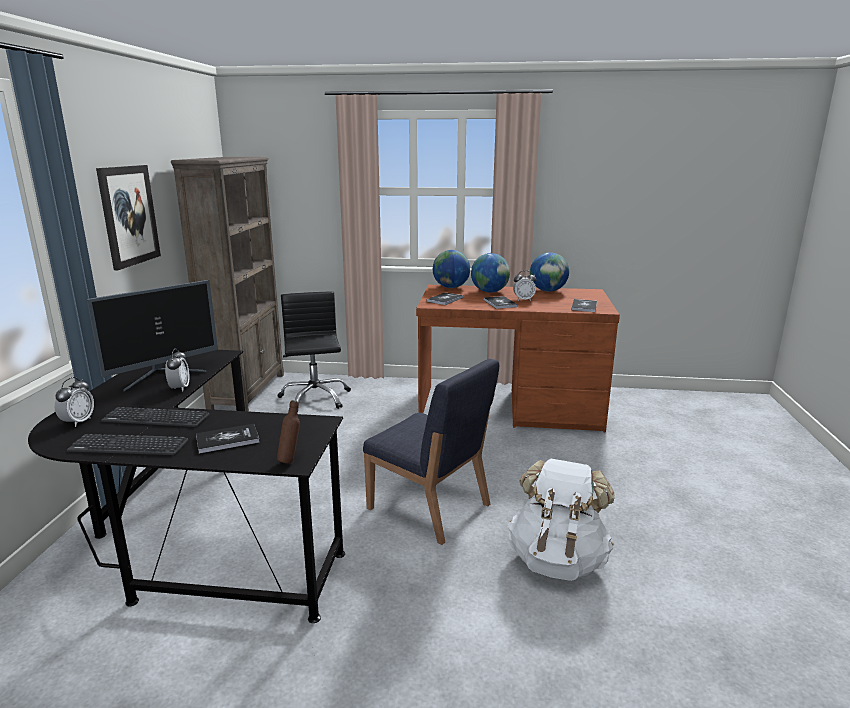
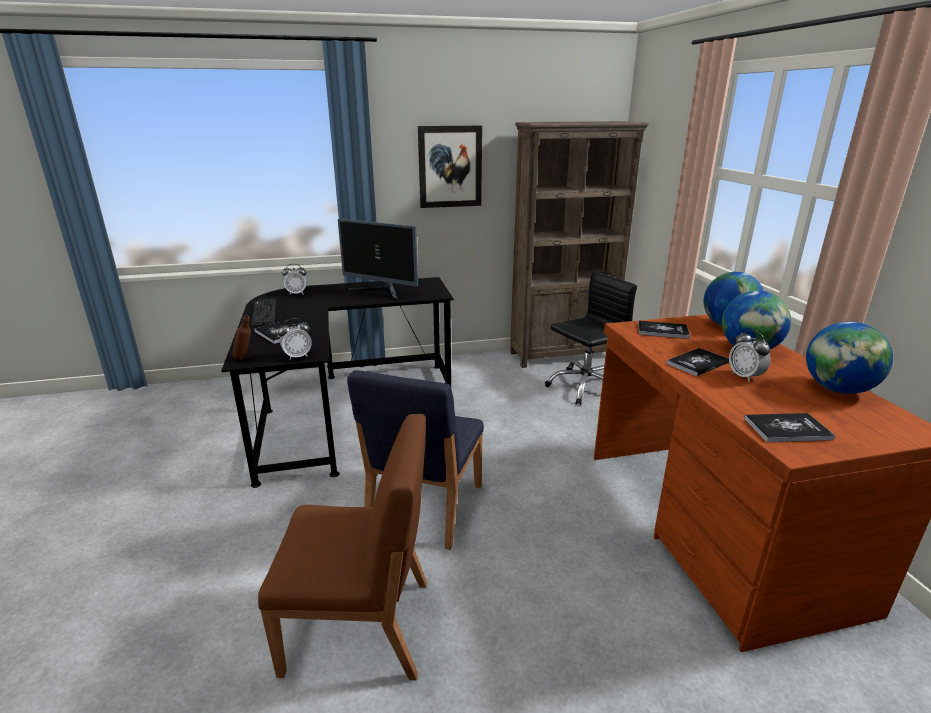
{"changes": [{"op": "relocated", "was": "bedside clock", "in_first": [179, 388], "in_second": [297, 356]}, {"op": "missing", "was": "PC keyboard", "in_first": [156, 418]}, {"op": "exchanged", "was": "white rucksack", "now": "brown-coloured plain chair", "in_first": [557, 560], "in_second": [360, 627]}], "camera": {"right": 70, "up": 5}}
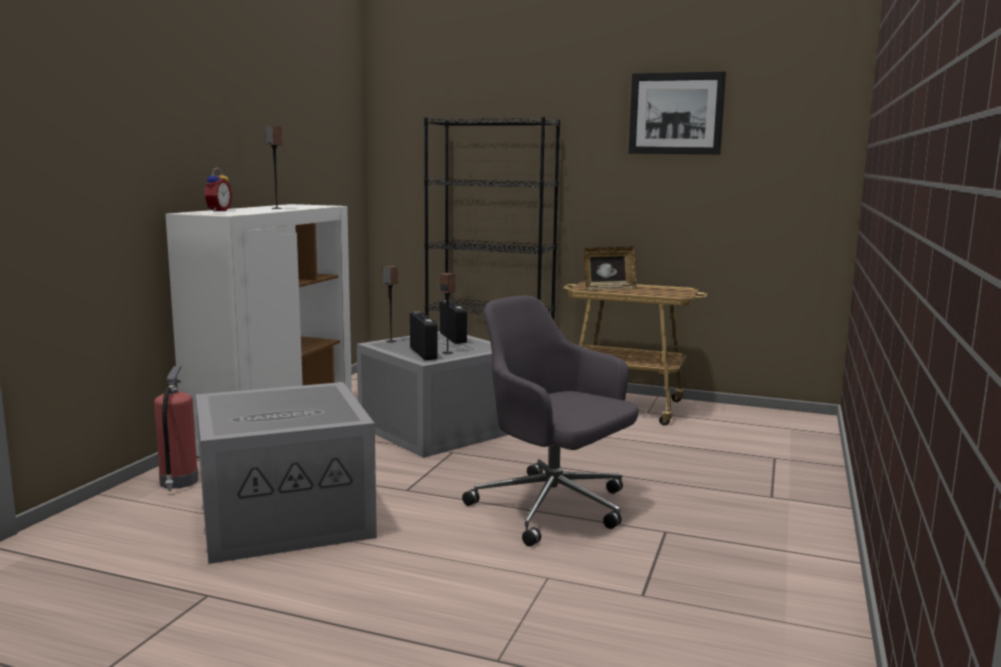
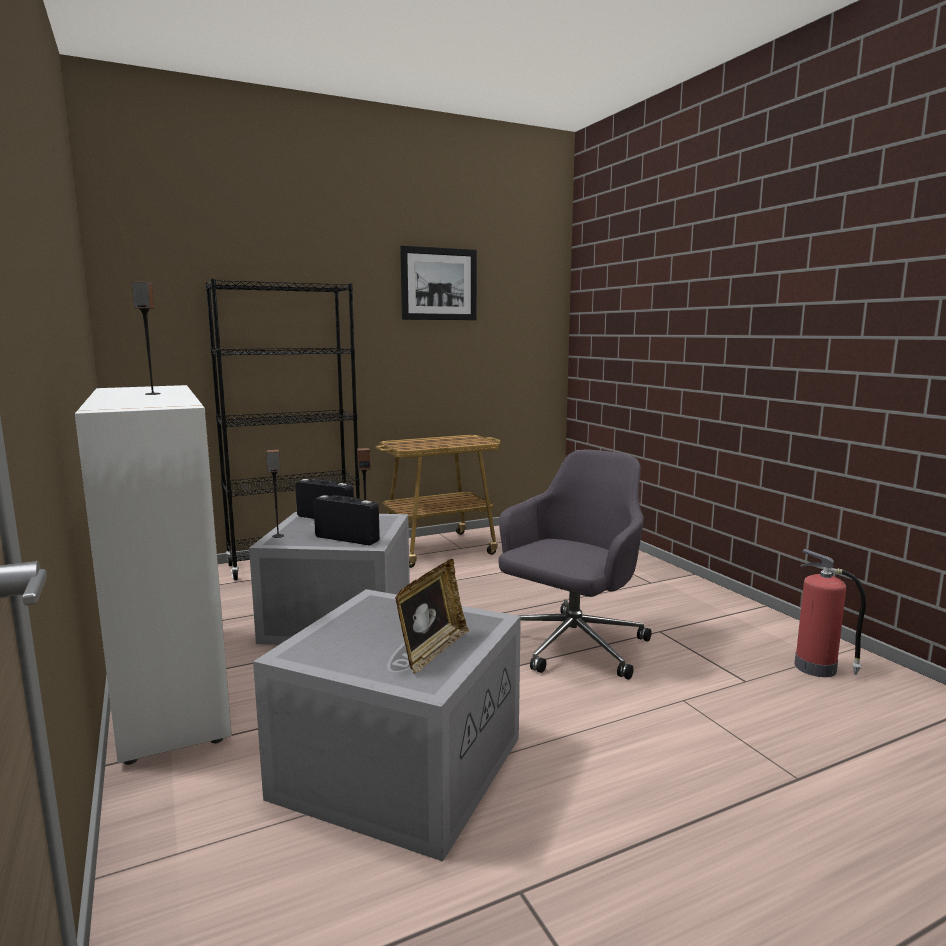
{"changes": [{"op": "missing", "was": "bedside clock", "in_first": [217, 210]}, {"op": "relocated", "was": "picture frame", "in_first": [608, 289], "in_second": [432, 651]}, {"op": "spun", "was": "gray computer chair", "in_first": [553, 508], "in_second": [570, 646], "clockwise": 135}, {"op": "relocated", "was": "fire-fighting cylinder", "in_first": [178, 482], "in_second": [818, 668]}], "camera": {"right": -45, "up": 0}}
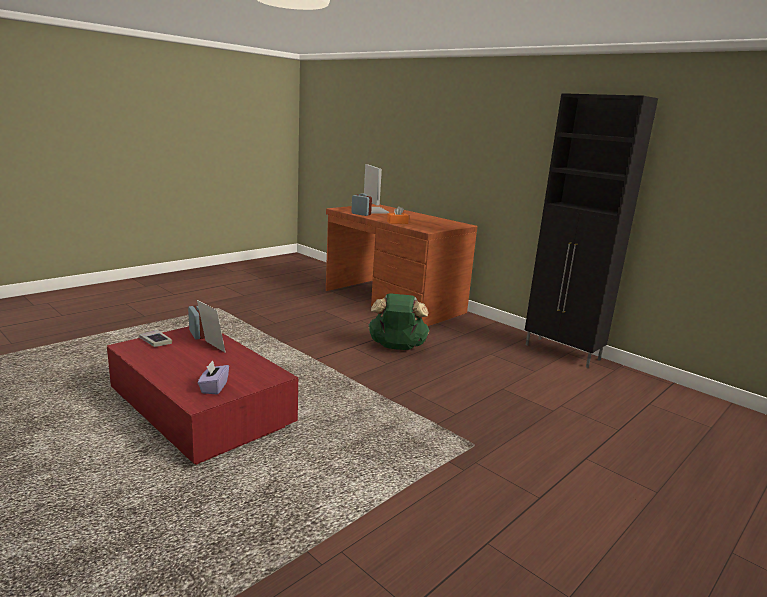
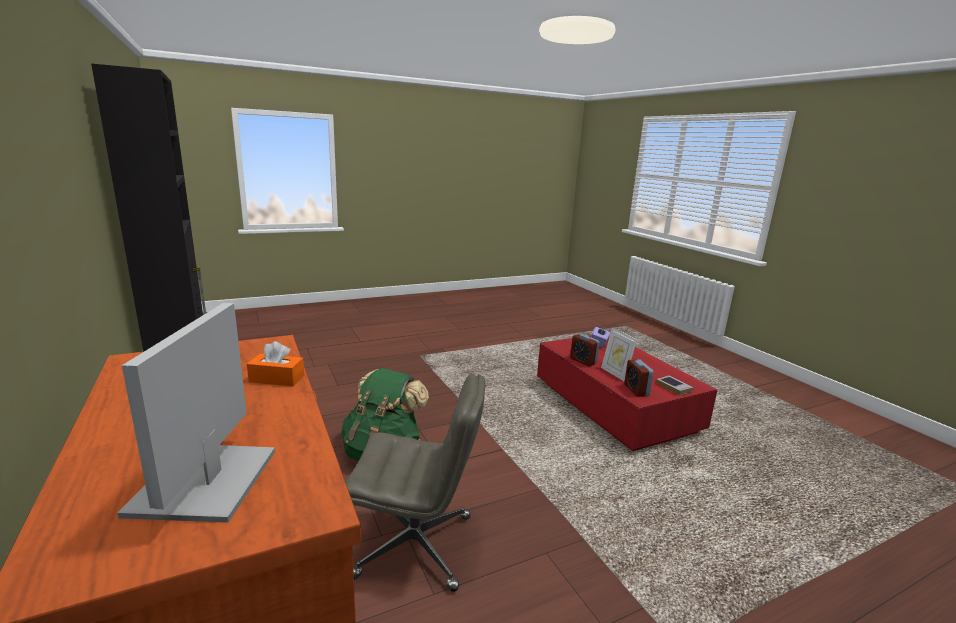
{"changes": [{"op": "relocated", "was": "bedside clock", "in_first": [361, 214], "in_second": [583, 361]}, {"op": "appeared", "now": "gray computer chair", "in_second": [416, 545]}], "camera": {"right": -160, "up": 0}}
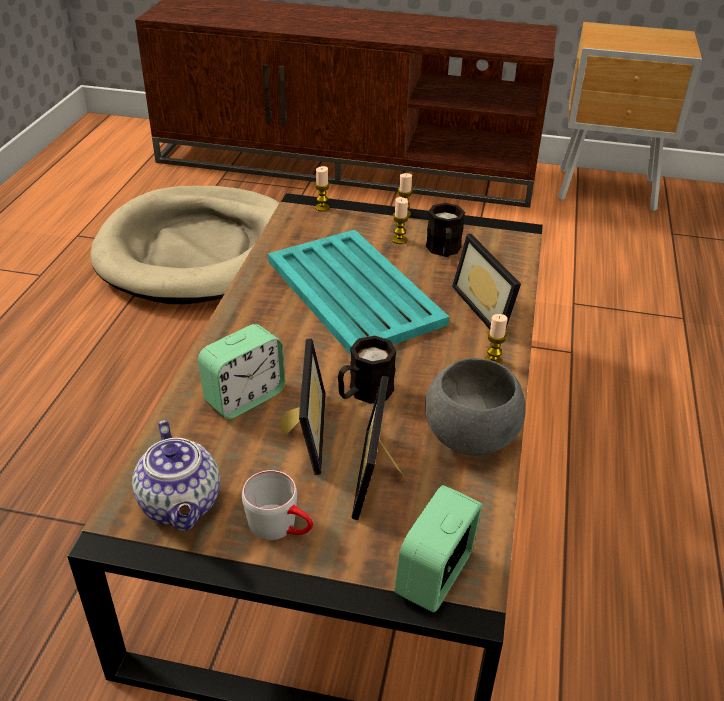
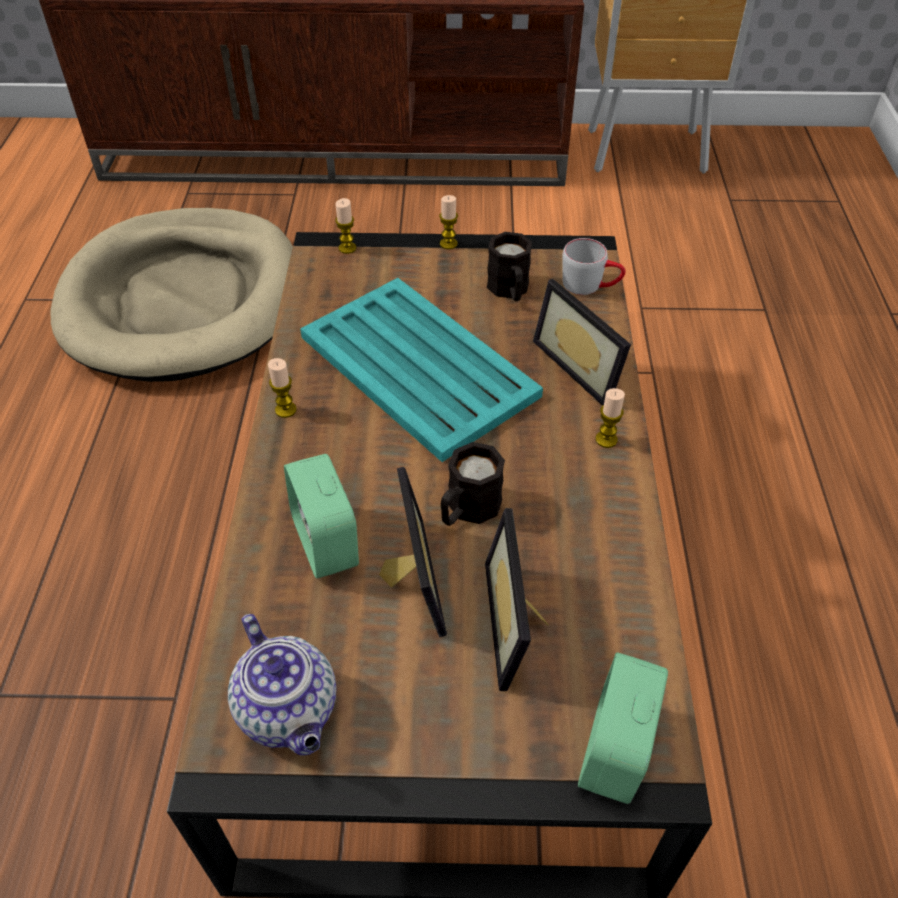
{"changes": [{"op": "relocated", "was": "wax candle", "in_first": [399, 240], "in_second": [285, 410]}, {"op": "spun", "was": "bedside clock", "in_first": [245, 397], "in_second": [326, 542], "clockwise": 120}, {"op": "missing", "was": "gray deep dish", "in_first": [469, 438]}, {"op": "relocated", "was": "gray coffee mug", "in_first": [281, 527], "in_second": [590, 285]}], "camera": {"right": -10, "up": 10}}
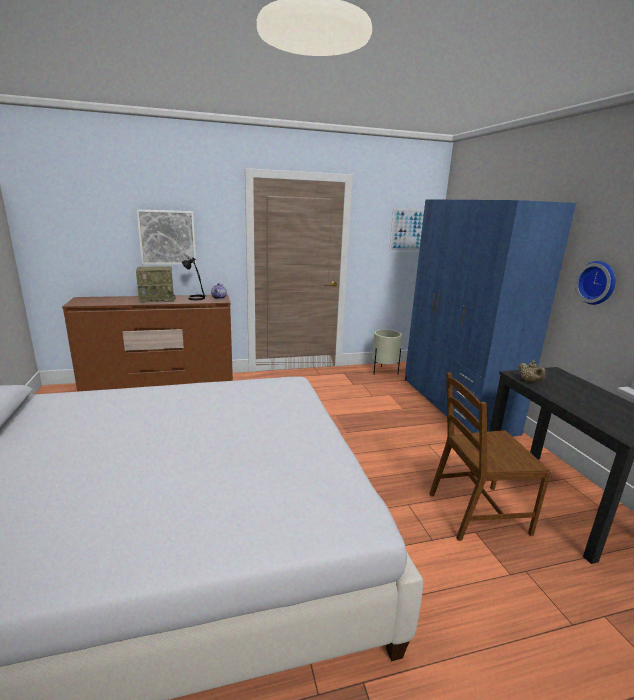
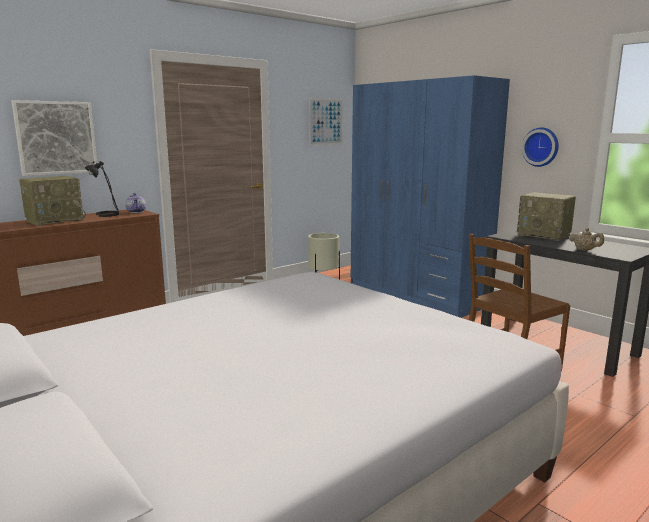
{"changes": [{"op": "relocated", "was": "sand-coloured pot for tea", "in_first": [529, 381], "in_second": [585, 250]}, {"op": "appeared", "now": "radio set", "in_second": [545, 235]}], "camera": {"right": -25, "up": -5}}
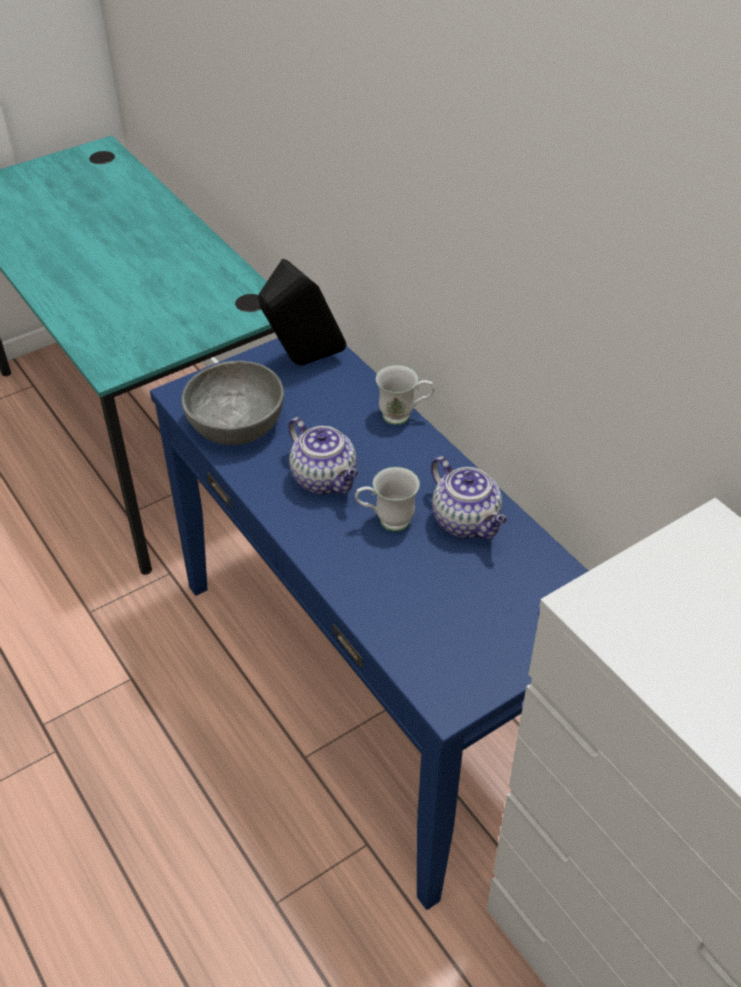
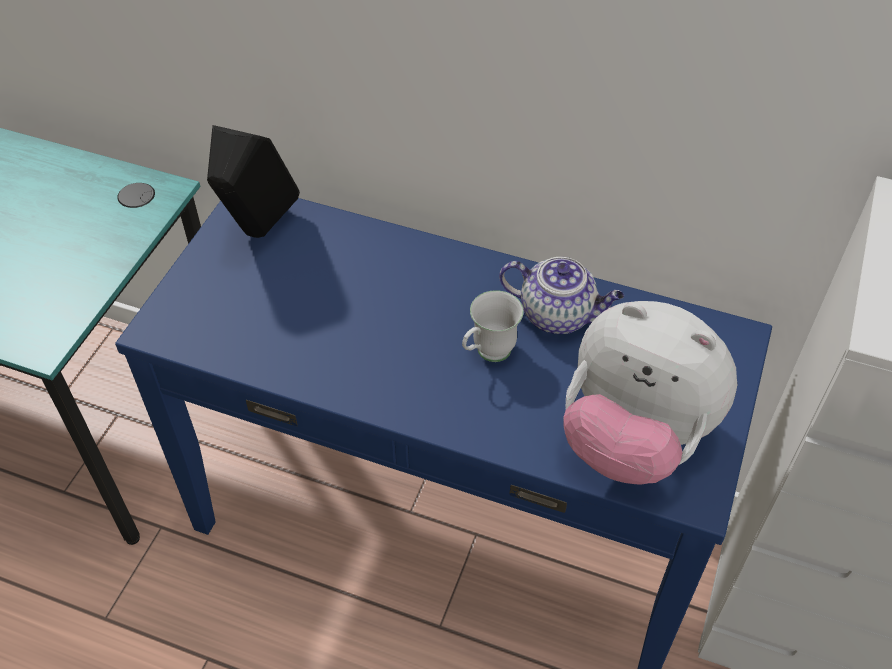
{"changes": [{"op": "missing", "was": "gray deep dish", "in_first": [236, 424]}, {"op": "missing", "was": "white coffee mug", "in_first": [404, 416]}, {"op": "missing", "was": "pot for tea", "in_first": [325, 479]}, {"op": "appeared", "now": "plush toy", "in_second": [633, 438]}], "camera": {"right": -35, "up": 5}}
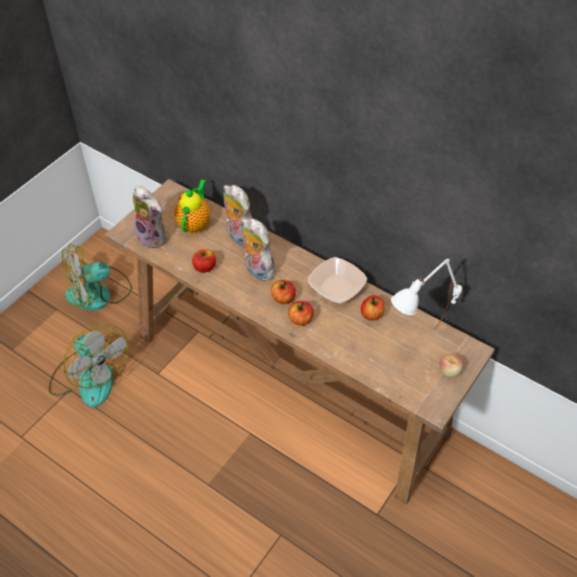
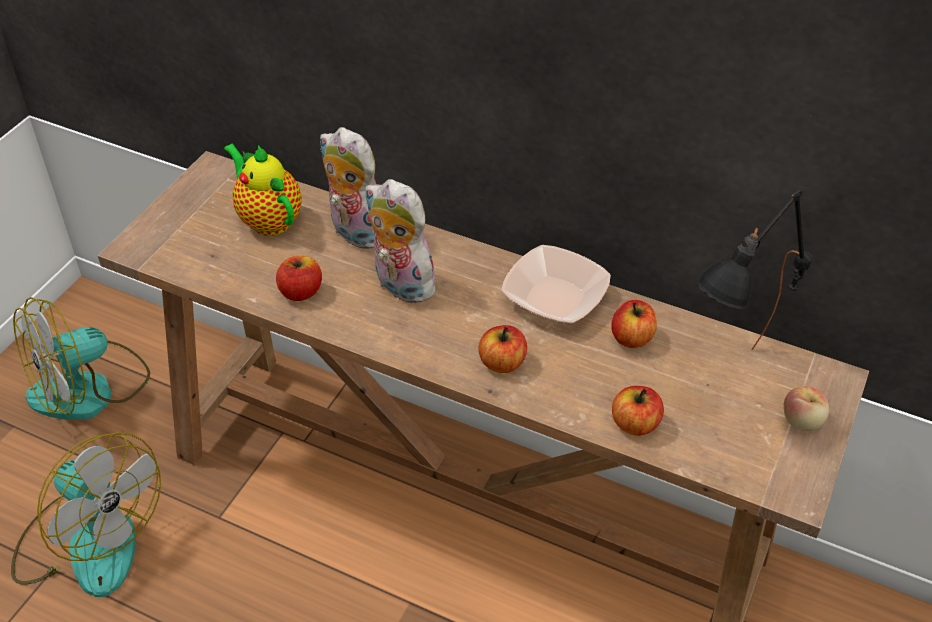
{"changes": [{"op": "spun", "was": "pot for tea", "in_first": [194, 223], "in_second": [268, 219], "clockwise": -45}, {"op": "missing", "was": "plush toy", "in_first": [153, 237]}, {"op": "colour", "was": "white table lamp", "now": "blackish table lamp", "in_first": [418, 347], "in_second": [731, 384]}, {"op": "relocated", "was": "whole apple", "in_first": [283, 298], "in_second": [635, 424]}], "camera": {"right": -10, "up": -5}}
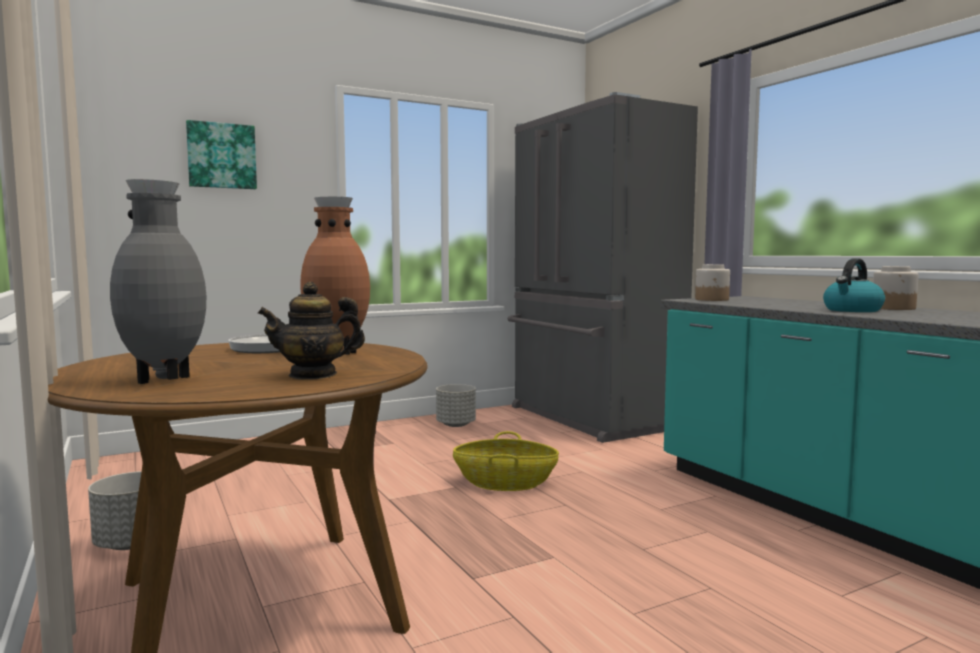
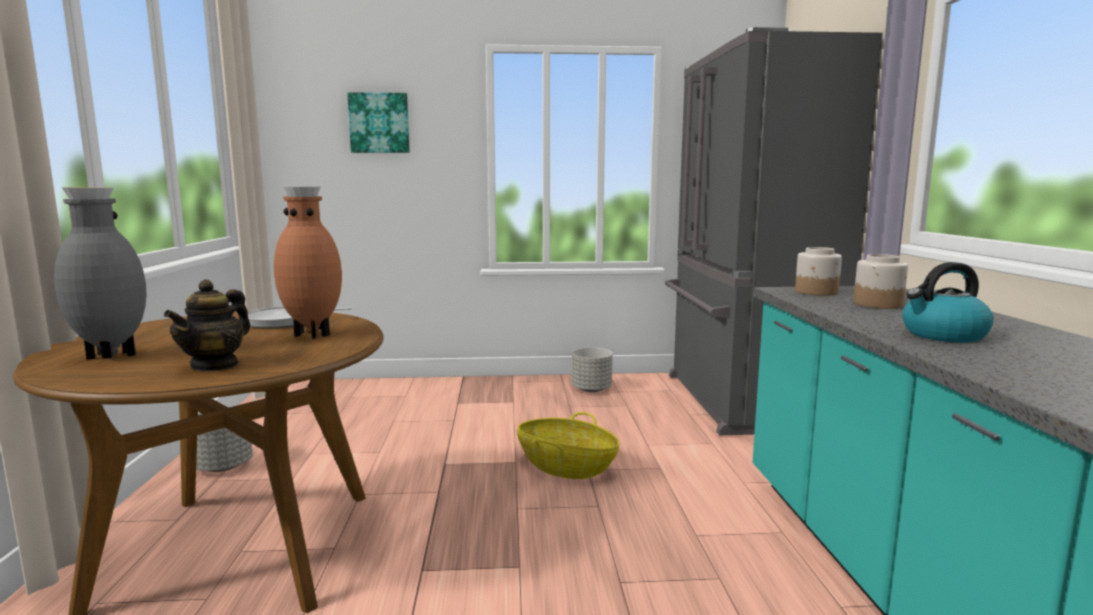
{"changes": [{"op": "relocated", "was": "storage jar", "in_first": [893, 308], "in_second": [878, 304]}, {"op": "spun", "was": "pot for tea", "in_first": [313, 375], "in_second": [215, 365], "clockwise": -75}], "camera": {"right": 25, "up": 5}}
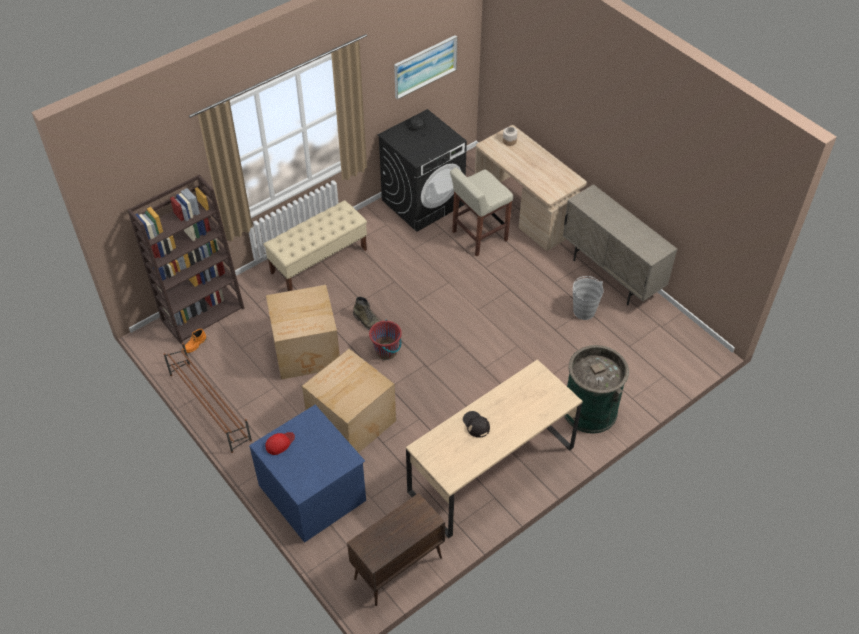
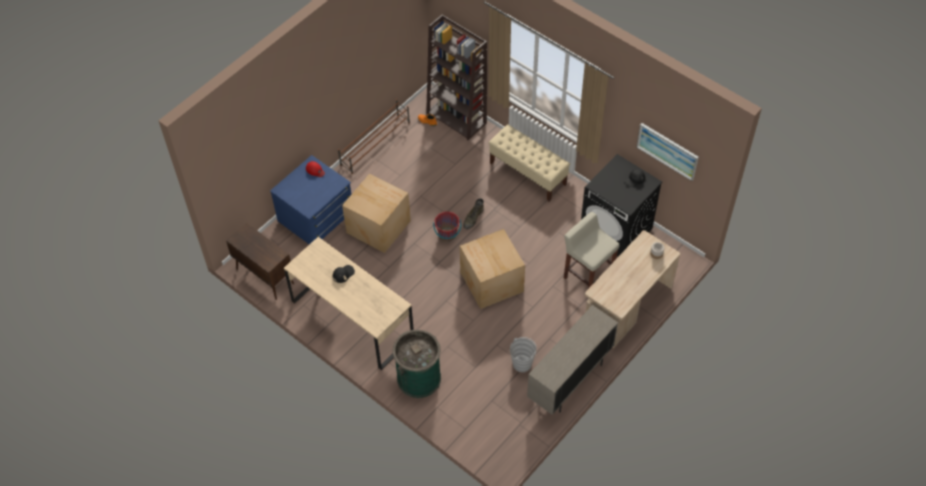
{"changes": [{"op": "relocated", "was": "cardboard box", "in_first": [307, 351], "in_second": [491, 283]}], "camera": {"right": 80, "up": 5}}
